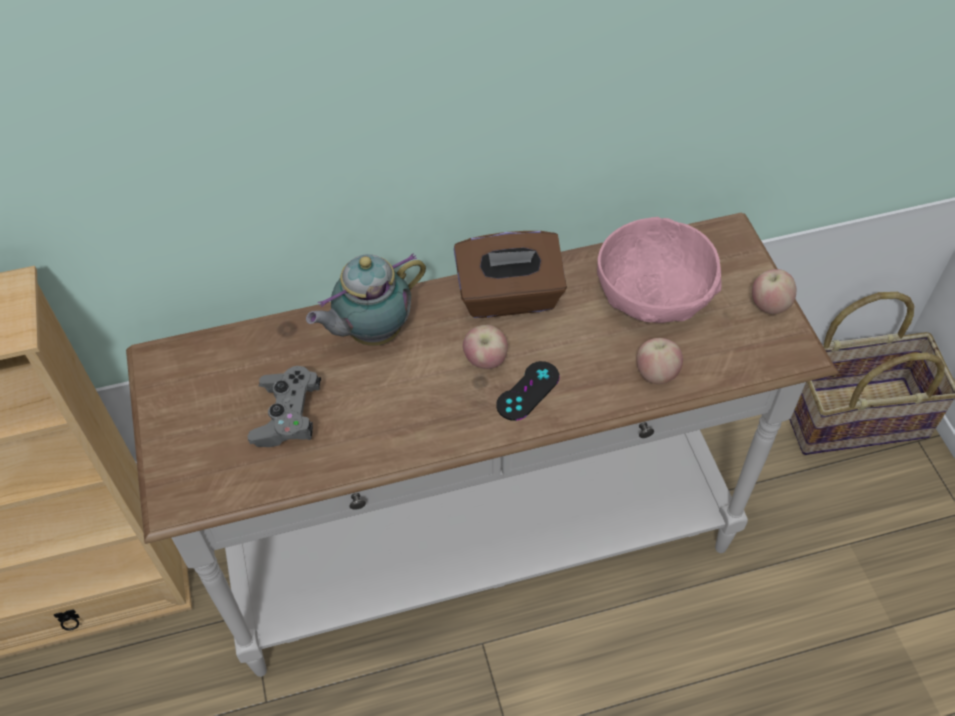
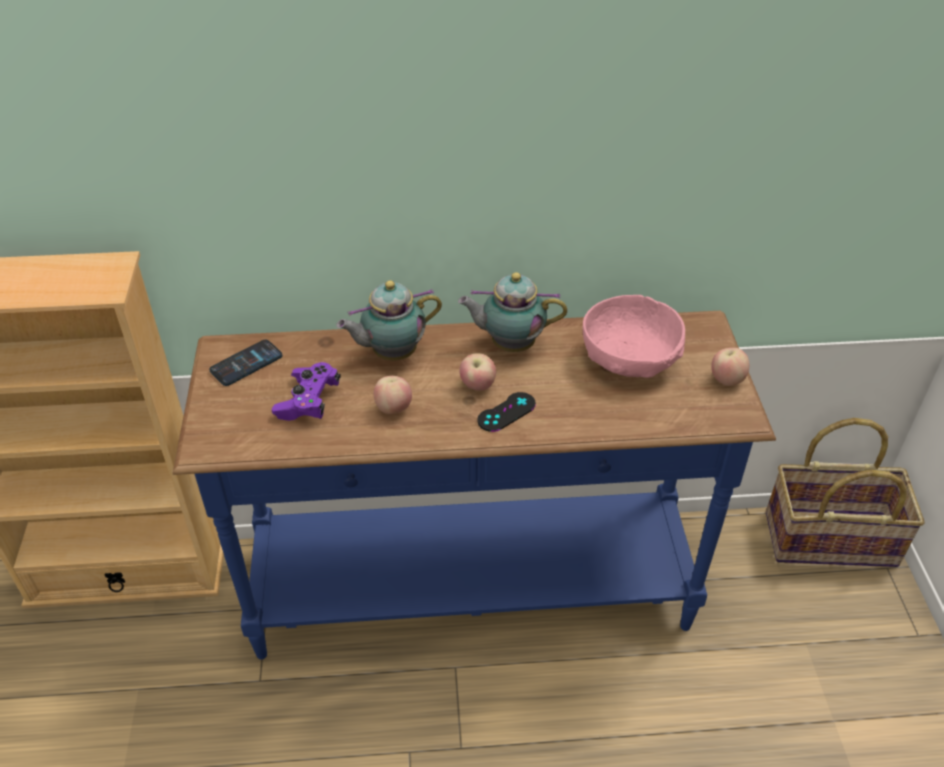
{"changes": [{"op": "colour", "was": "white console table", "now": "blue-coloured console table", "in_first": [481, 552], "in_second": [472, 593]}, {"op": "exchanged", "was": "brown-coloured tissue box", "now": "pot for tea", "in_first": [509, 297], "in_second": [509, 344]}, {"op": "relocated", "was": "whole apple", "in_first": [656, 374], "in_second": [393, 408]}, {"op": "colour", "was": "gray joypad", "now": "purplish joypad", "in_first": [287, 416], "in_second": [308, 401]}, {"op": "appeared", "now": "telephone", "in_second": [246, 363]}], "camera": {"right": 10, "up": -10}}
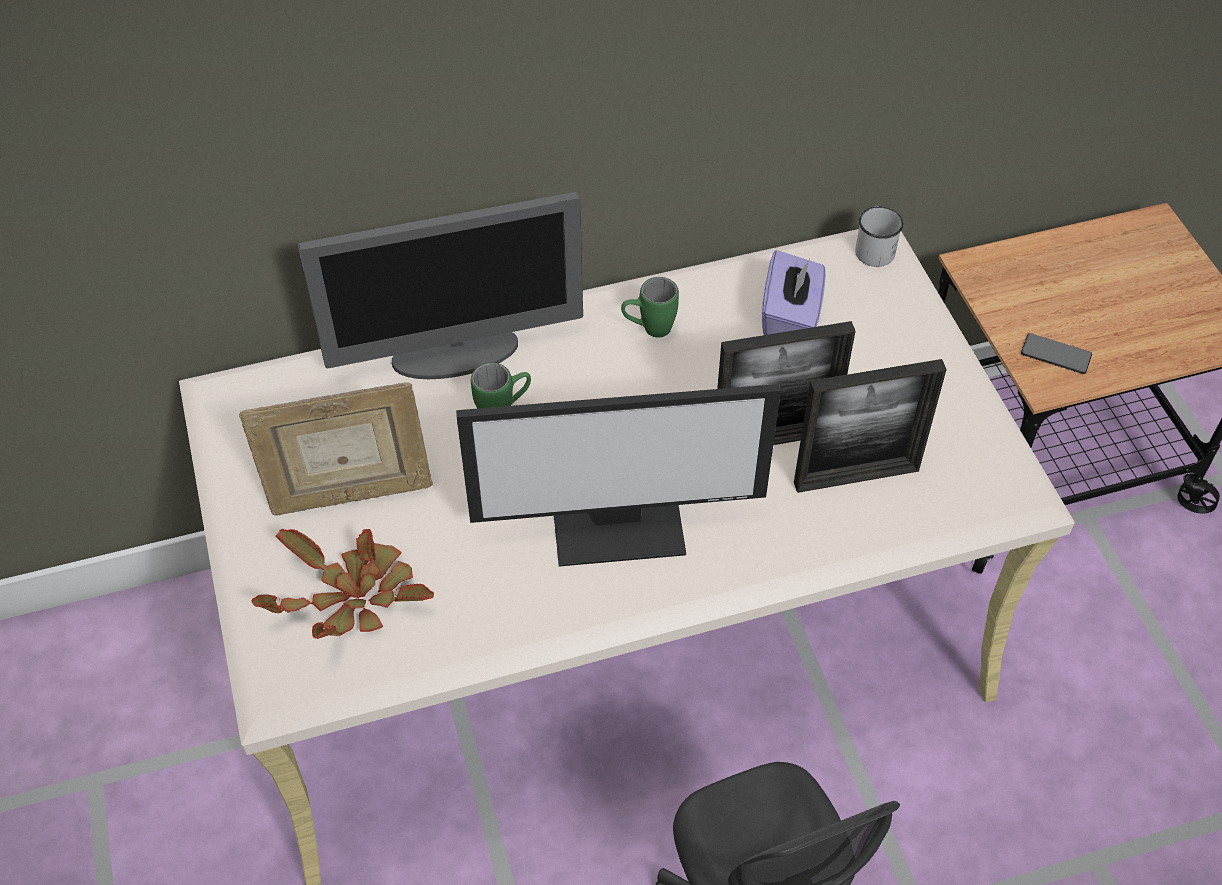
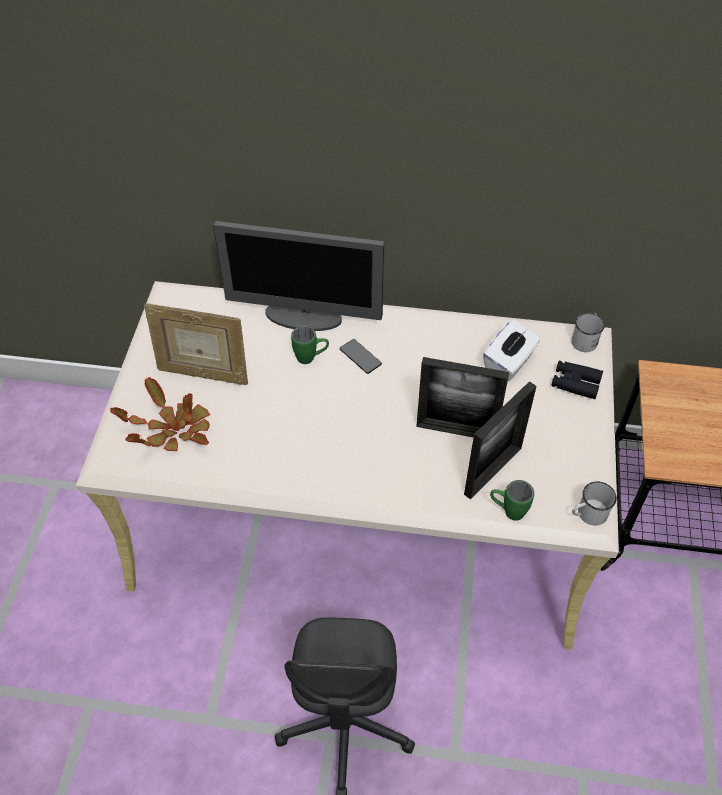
{"changes": [{"op": "colour", "was": "purplish tissue box", "now": "white tissue box", "in_first": [790, 316], "in_second": [509, 362]}, {"op": "relocated", "was": "green-coloured coffee mug", "in_first": [648, 329], "in_second": [507, 511]}, {"op": "relocated", "was": "telephone", "in_first": [1055, 354], "in_second": [360, 357]}, {"op": "spun", "was": "picture frame", "in_first": [856, 477], "in_second": [493, 471], "clockwise": -60}, {"op": "missing", "was": "monitor", "in_first": [619, 526]}, {"op": "appeared", "now": "blackish binoculars", "in_second": [575, 383]}, {"op": "appeared", "now": "white coffee mug", "in_second": [588, 514]}], "camera": {"right": 25, "up": 0}}
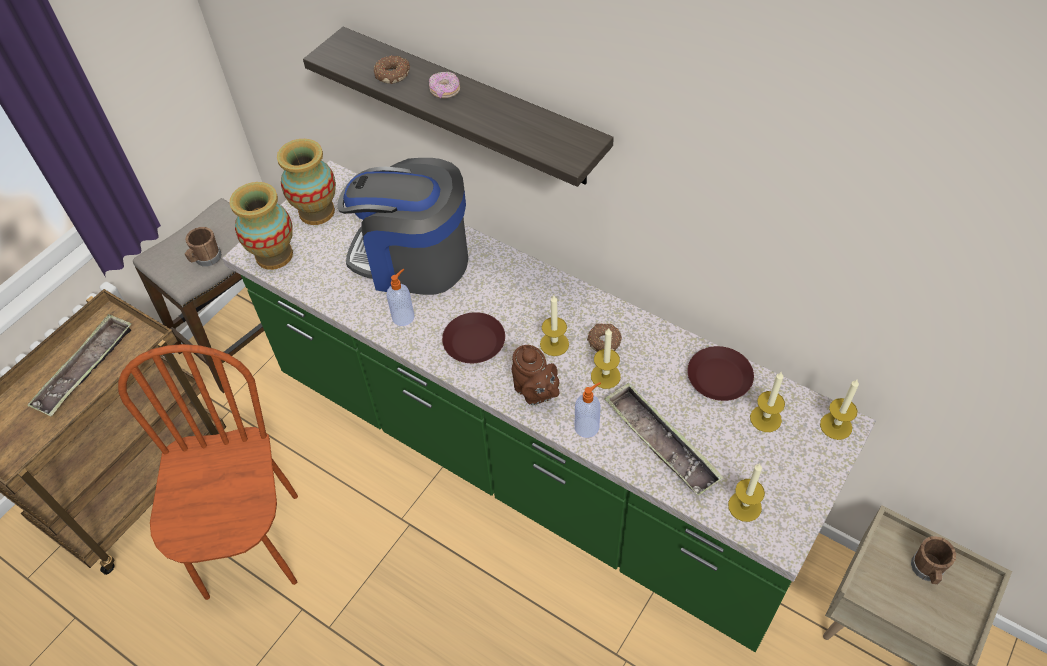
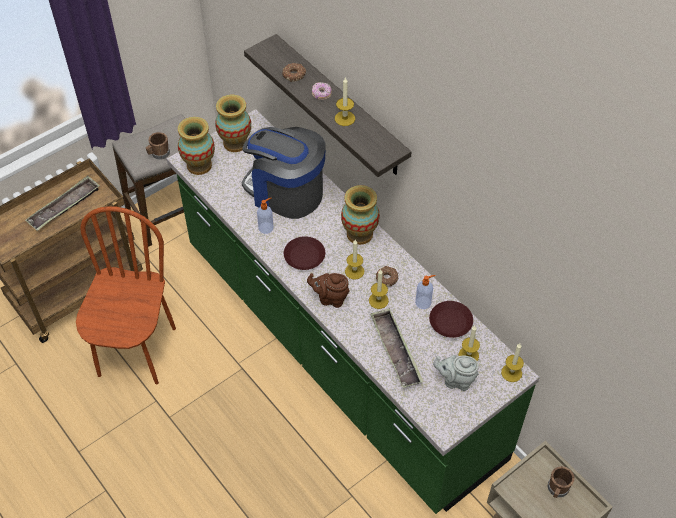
{"changes": [{"op": "spun", "was": "brown-coloured pot for tea", "in_first": [535, 393], "in_second": [330, 298], "clockwise": 120}, {"op": "relocated", "was": "soap bottle", "in_first": [587, 426], "in_second": [423, 302]}, {"op": "relocated", "was": "wax candle", "in_first": [744, 506], "in_second": [345, 118]}, {"op": "appeared", "now": "decorative vase", "in_second": [359, 234]}, {"op": "appeared", "now": "gray pot for tea", "in_second": [455, 380]}], "camera": {"right": 15, "up": 0}}
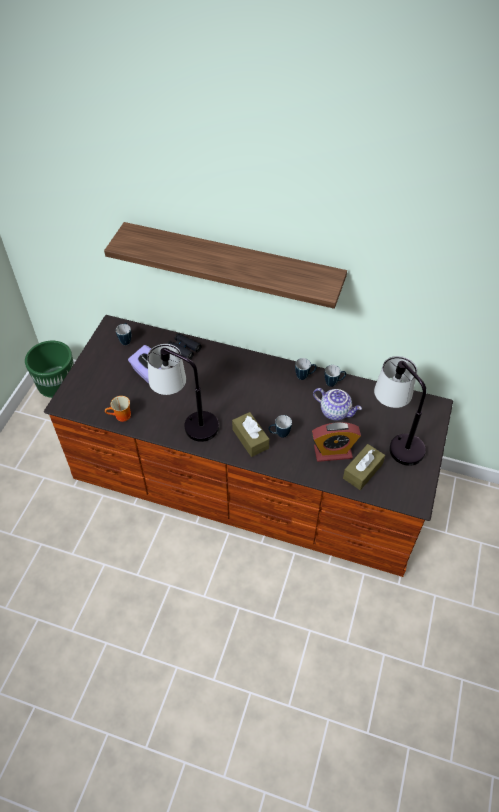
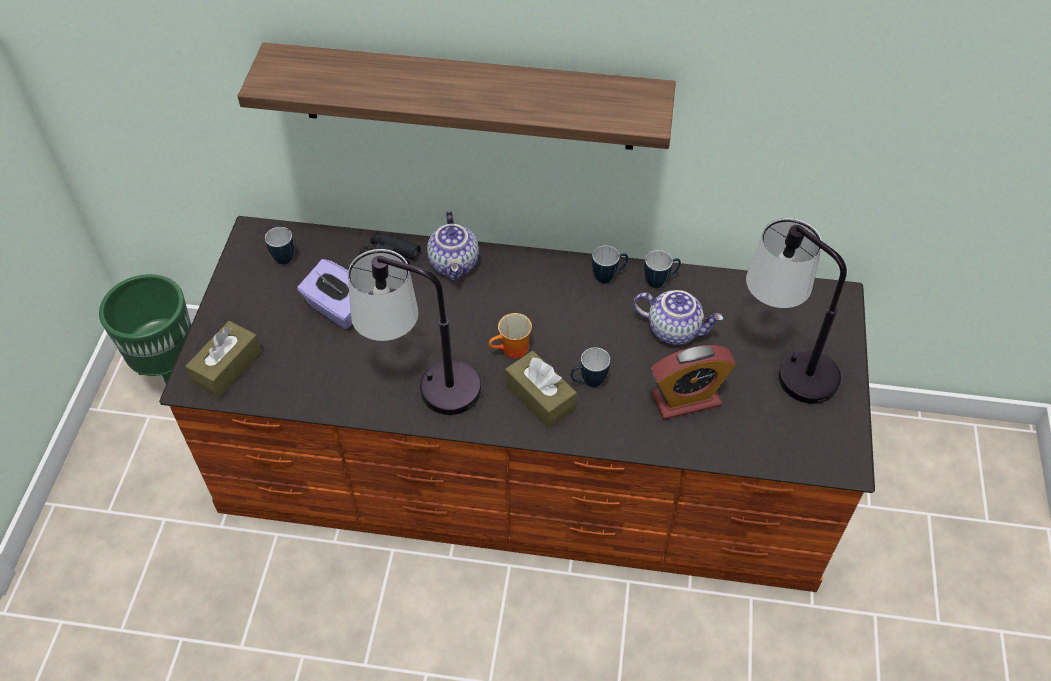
{"changes": [{"op": "relocated", "was": "coffee mug", "in_first": [121, 417], "in_second": [513, 350]}, {"op": "relocated", "was": "brown-coloured tissue box", "in_first": [362, 471], "in_second": [227, 367]}, {"op": "appeared", "now": "pot for tea", "in_second": [455, 264]}], "camera": {"right": -10, "up": 0}}
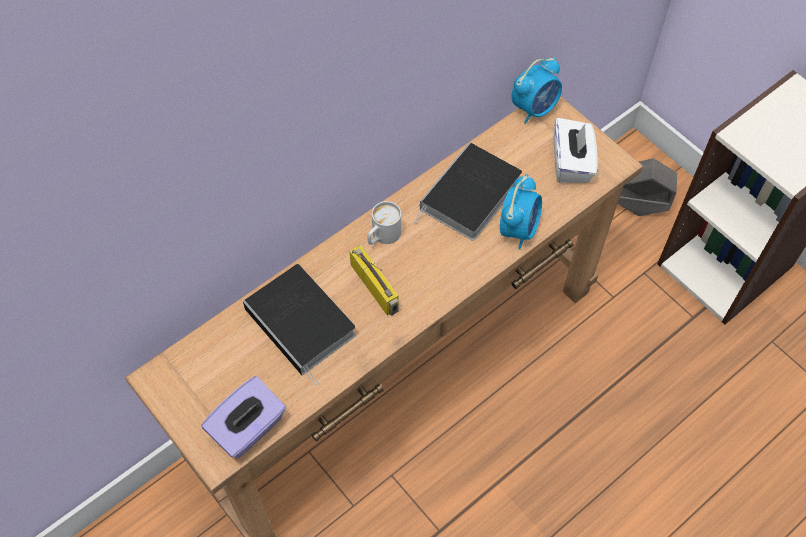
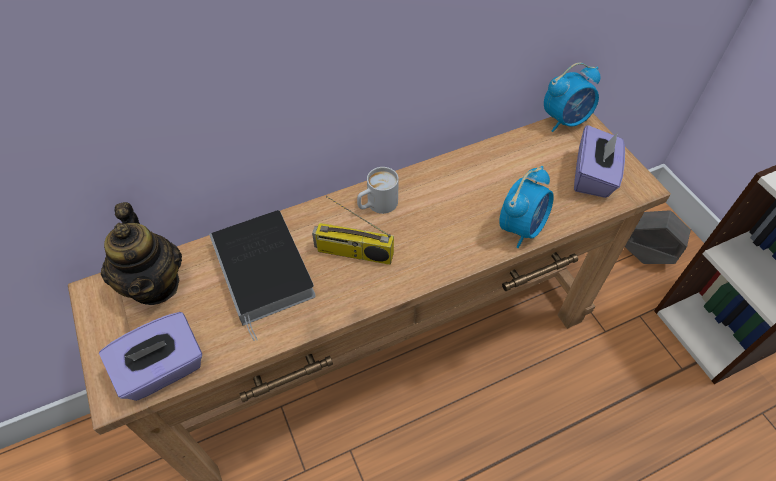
{"changes": [{"op": "colour", "was": "white tissue box", "now": "purplish tissue box", "in_first": [571, 163], "in_second": [593, 176]}, {"op": "missing", "was": "volume", "in_first": [469, 198]}, {"op": "spun", "was": "radio set", "in_first": [376, 287], "in_second": [353, 253], "clockwise": 120}, {"op": "appeared", "now": "pot for tea", "in_second": [155, 284]}], "camera": {"right": 15, "up": -5}}
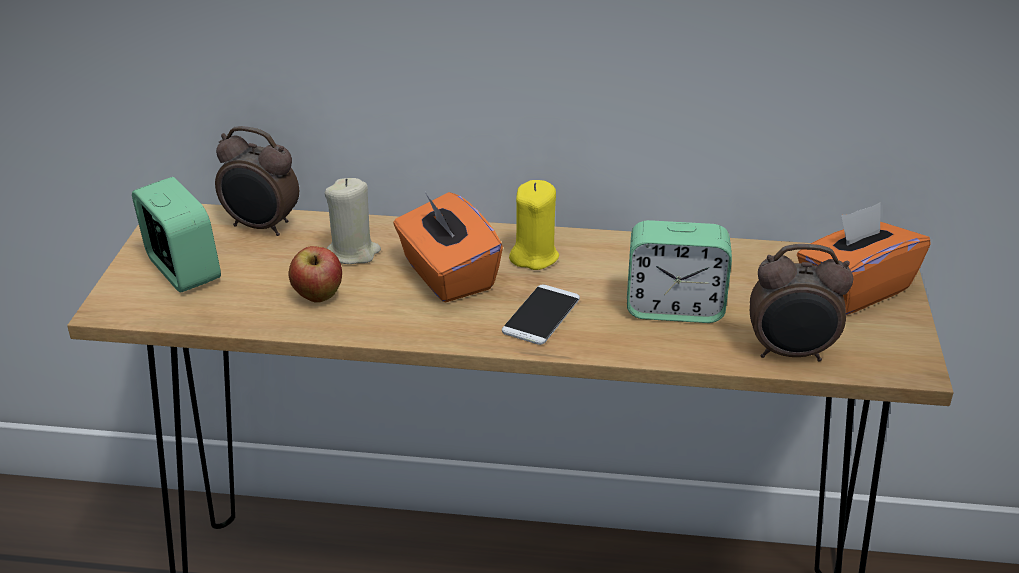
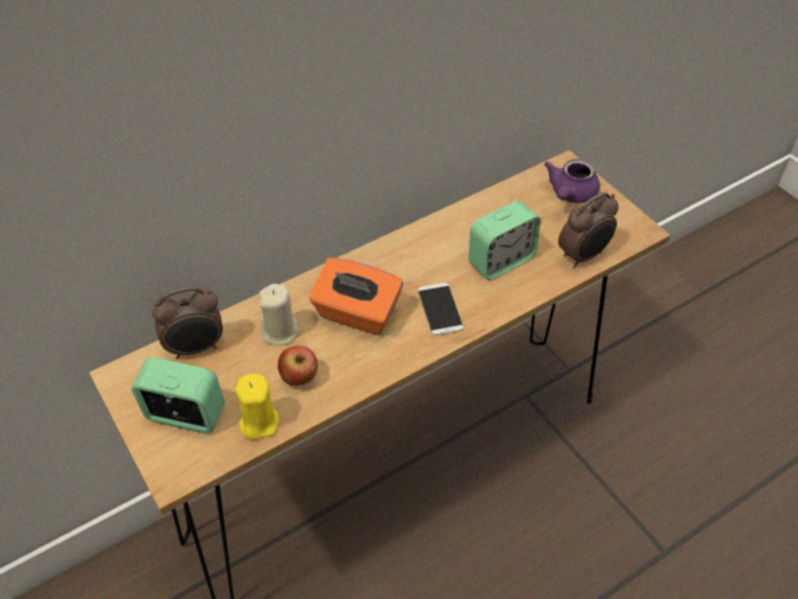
{"changes": [{"op": "relocated", "was": "yellow-coloured wax candle", "in_first": [534, 256], "in_second": [258, 422]}, {"op": "exchanged", "was": "orange tissue box", "now": "purplish pot for tea", "in_first": [854, 290], "in_second": [570, 194]}], "camera": {"right": -40, "up": 15}}
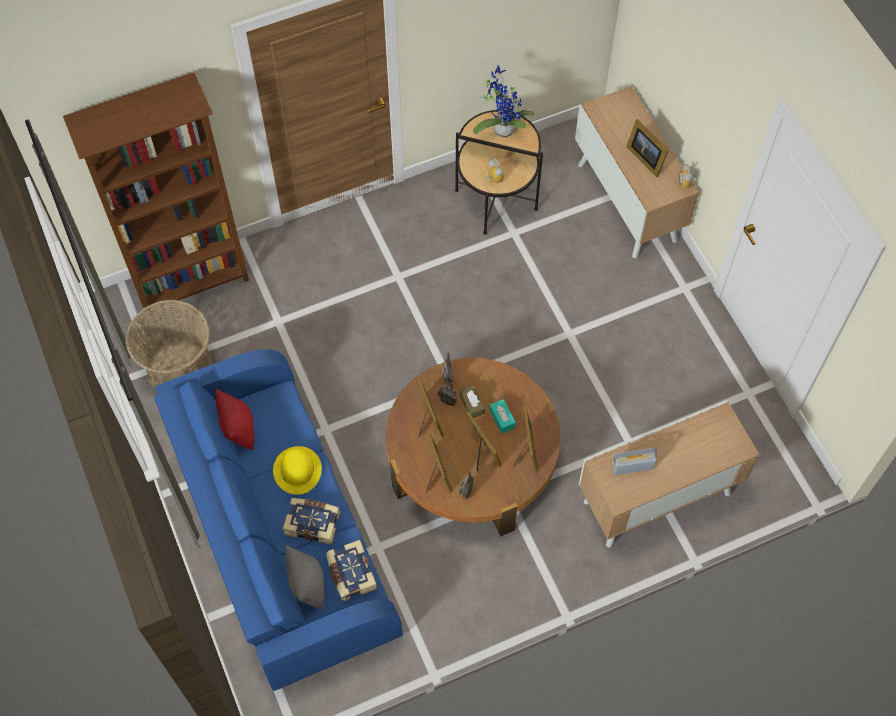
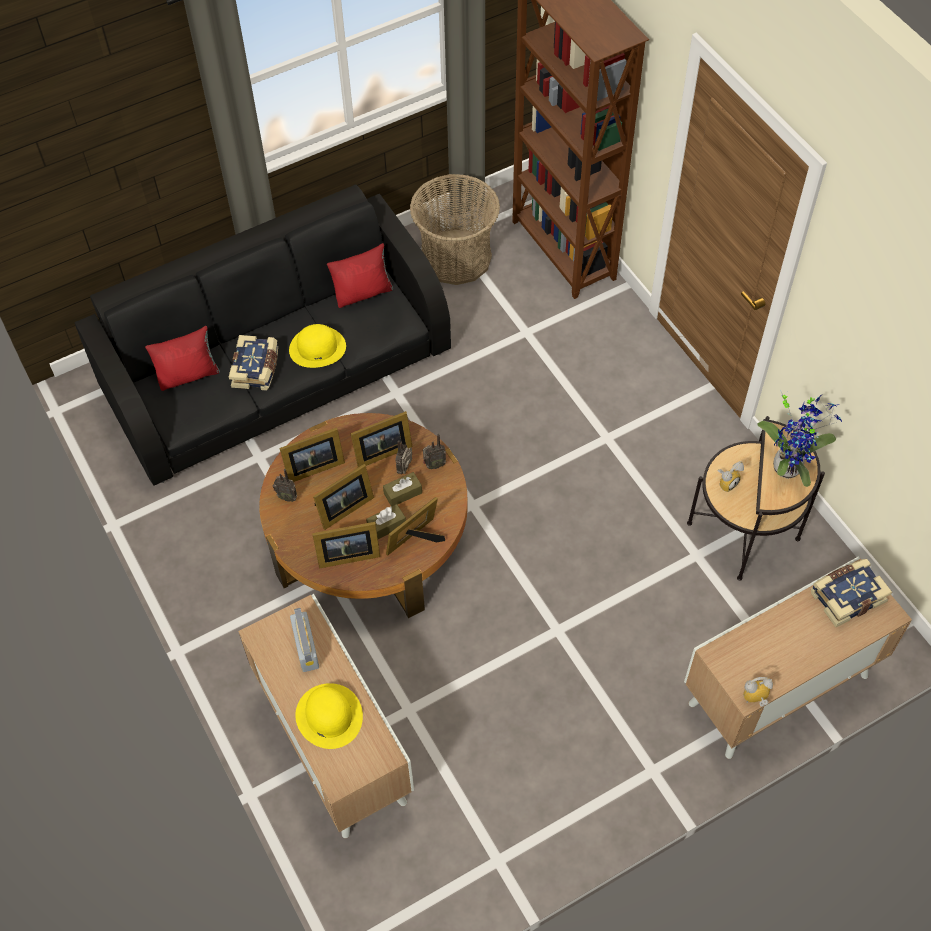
{"changes": [{"op": "relocated", "was": "picture frame", "in_first": [645, 157], "in_second": [416, 540]}, {"op": "colour", "was": "blue-coloured couch", "now": "blackish couch", "in_first": [281, 529], "in_second": [276, 369]}, {"op": "colour", "was": "turquoise-coloured tissue box", "now": "brown-coloured tissue box", "in_first": [502, 419], "in_second": [386, 526]}, {"op": "relocated", "was": "volume", "in_first": [351, 574], "in_second": [846, 596]}, {"op": "colour", "was": "gray throw pillow", "now": "reddish throw pillow", "in_first": [307, 584], "in_second": [188, 375]}, {"op": "appeared", "now": "yellow-coloured wearable hat", "in_second": [329, 715]}], "camera": {"right": 85, "up": -5}}
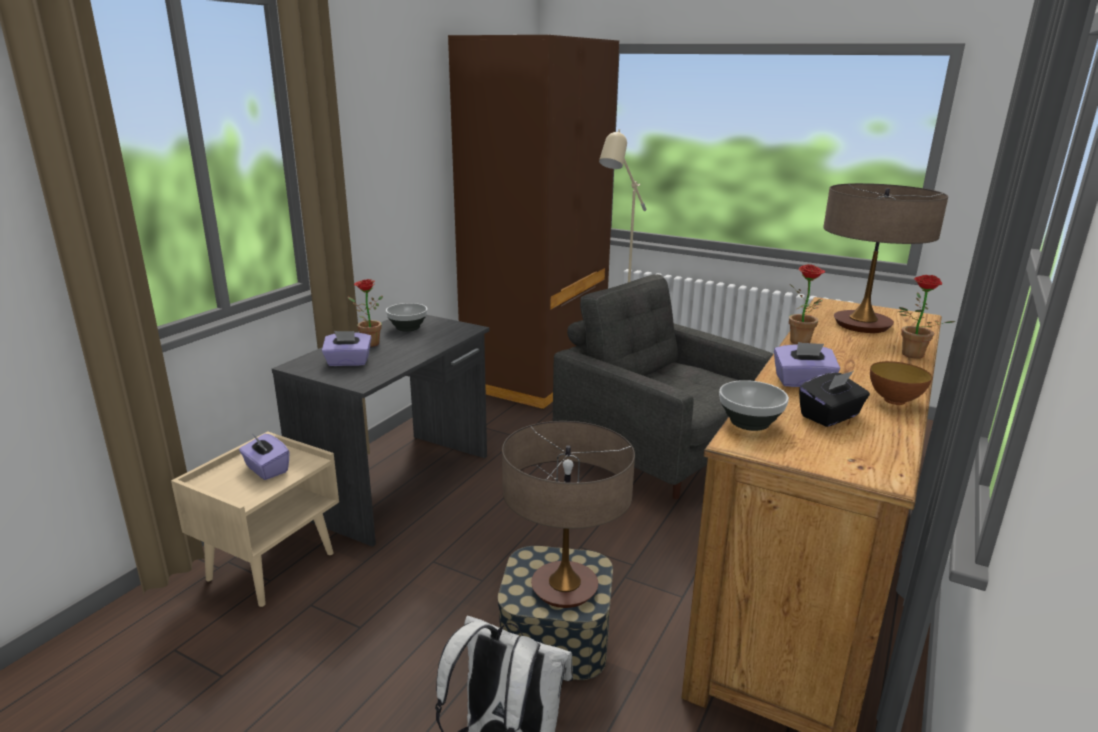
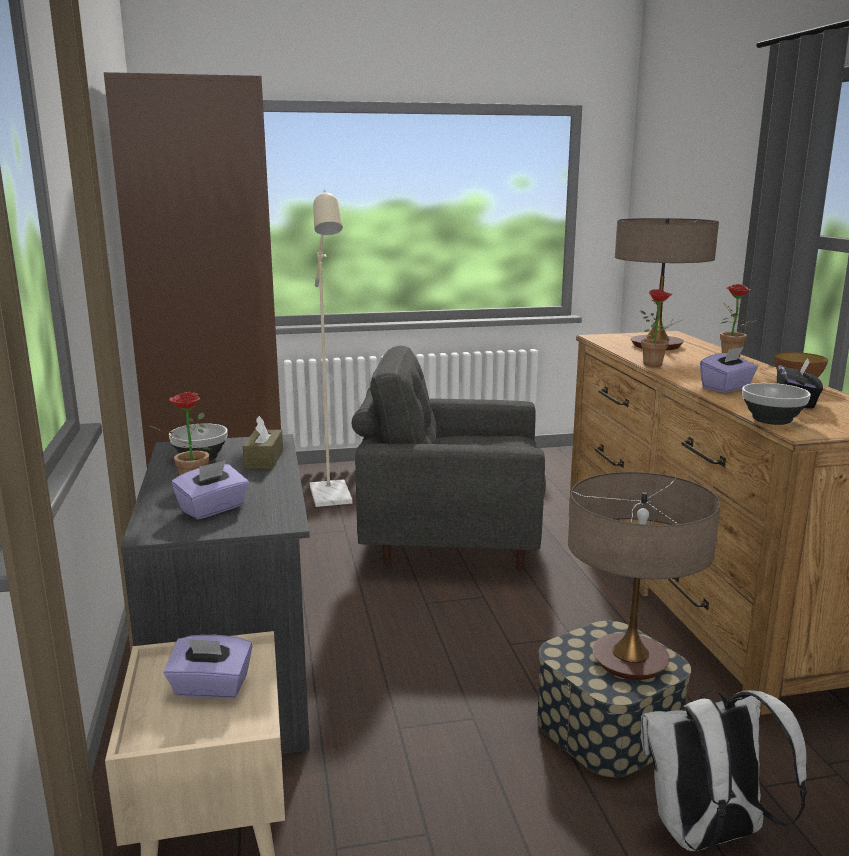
{"changes": [{"op": "appeared", "now": "brown-coloured tissue box", "in_second": [264, 459]}], "camera": {"right": -40, "up": -5}}
